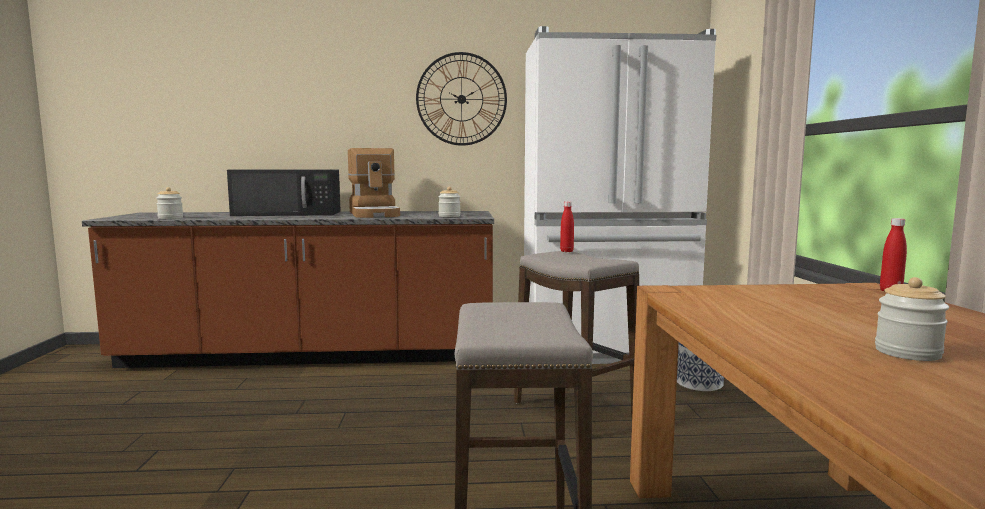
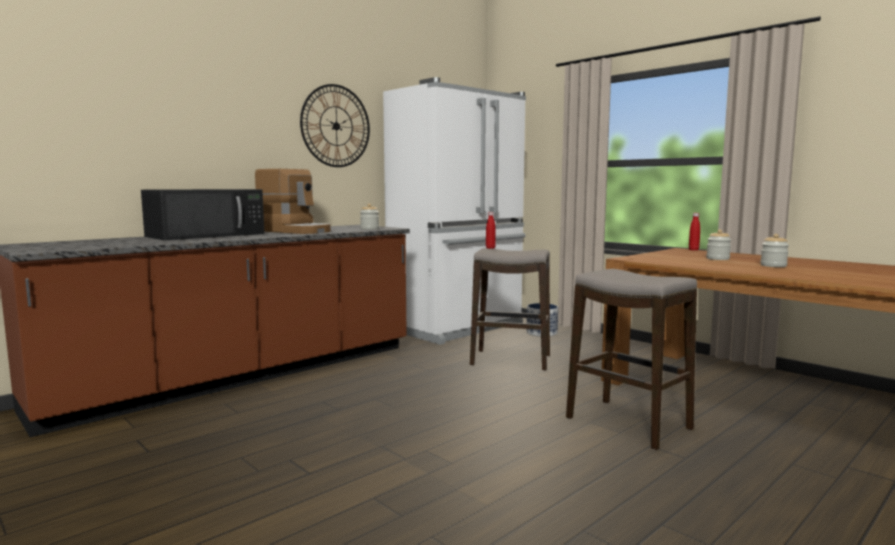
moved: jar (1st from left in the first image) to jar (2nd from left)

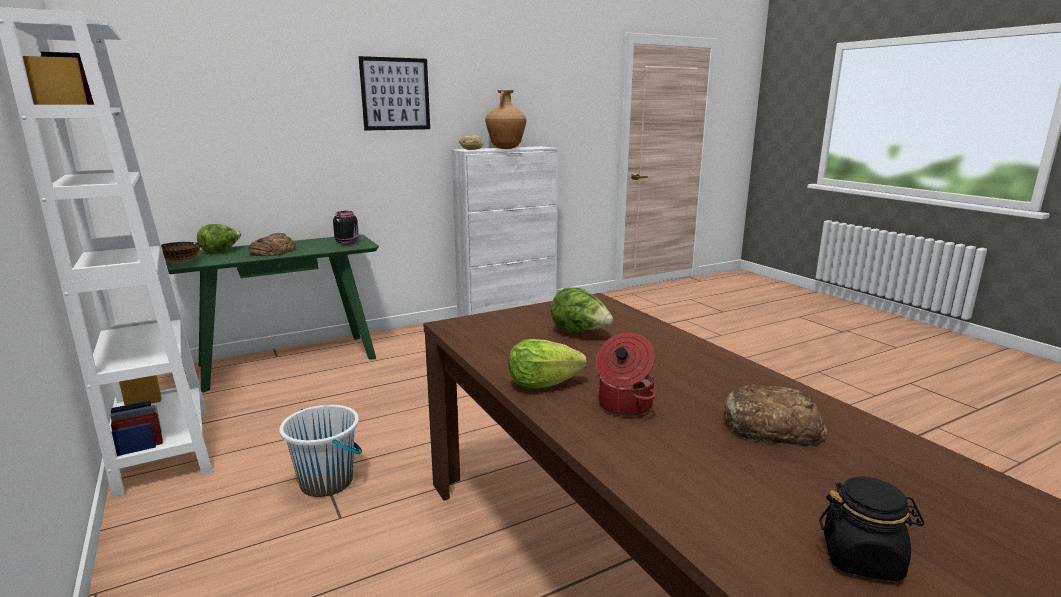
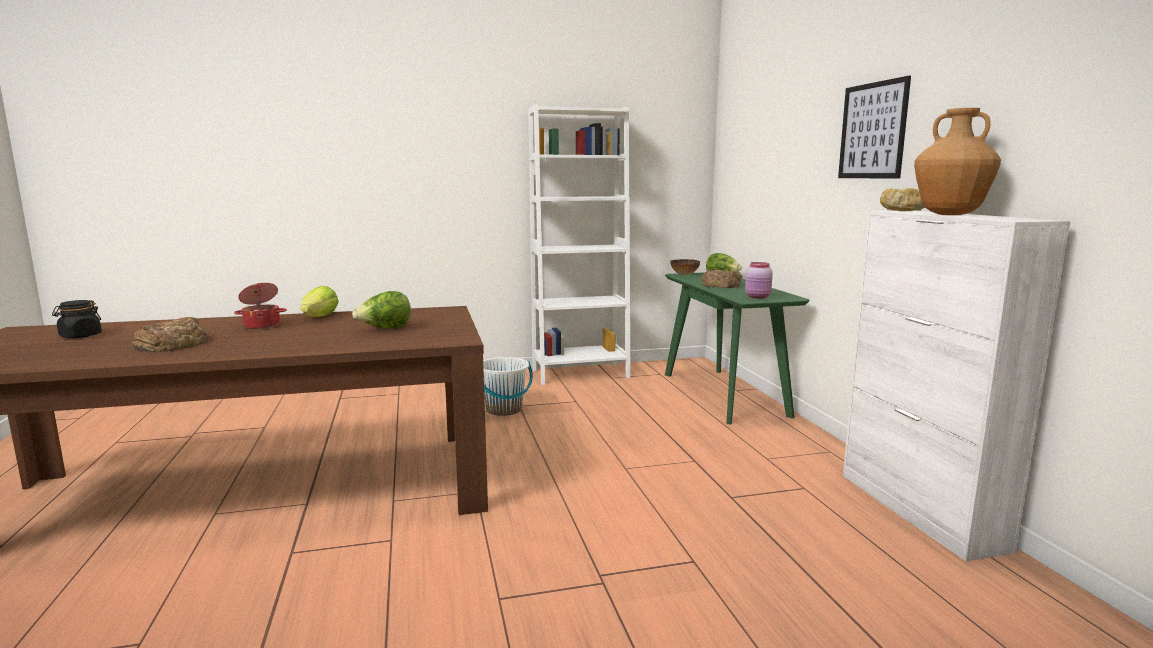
recoloured: jar (black) (1st from left) to jar (pink)

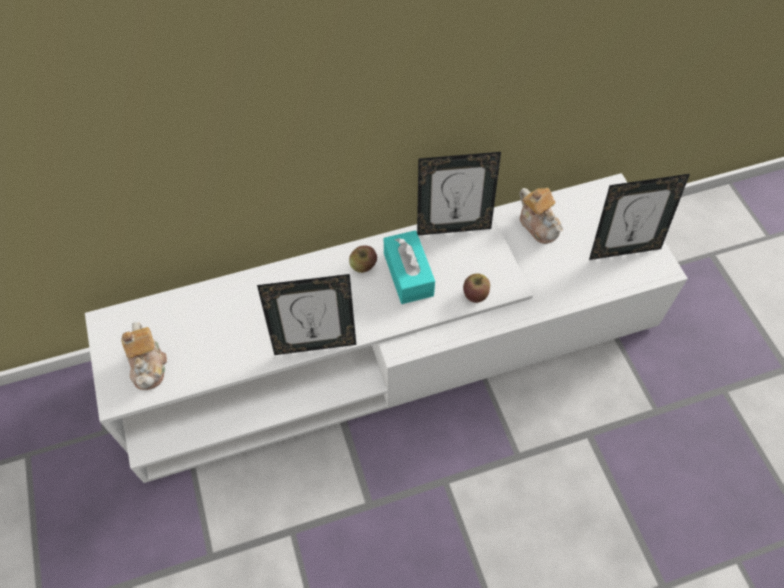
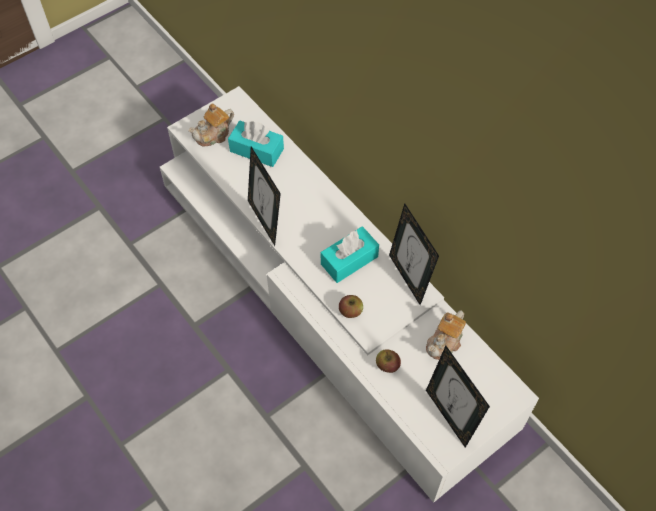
added: tissue box (turquoise) (1st from left)
moved: apple (1st from left in the first image) to apple (2nd from left)

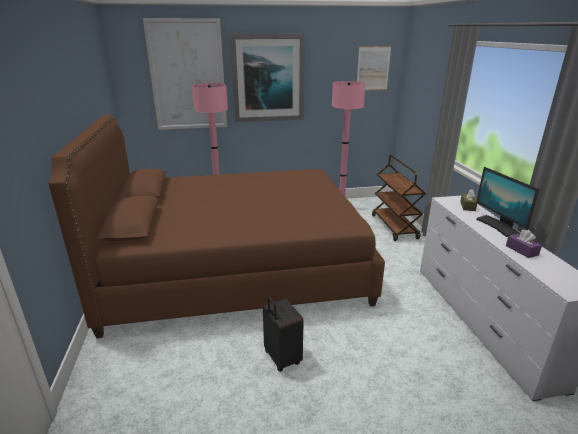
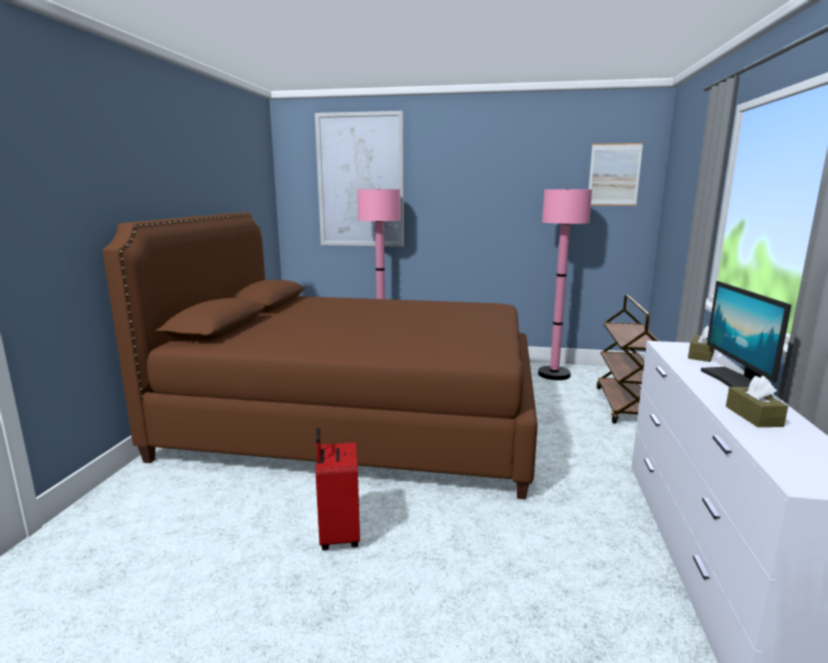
removed: picture (2nd from left)
recoloured: tissue box (purple) to tissue box (brown) (2nd from left); suitcase (black) to suitcase (red)

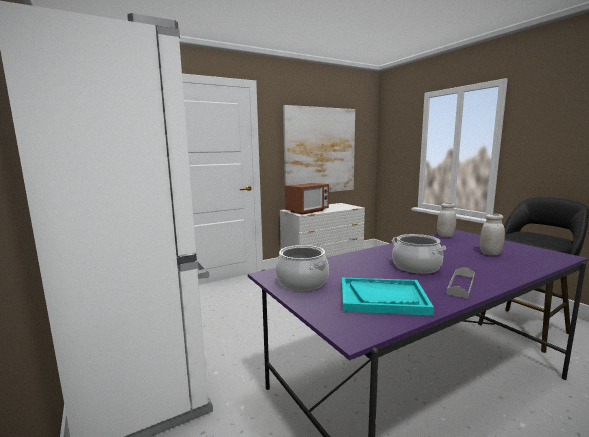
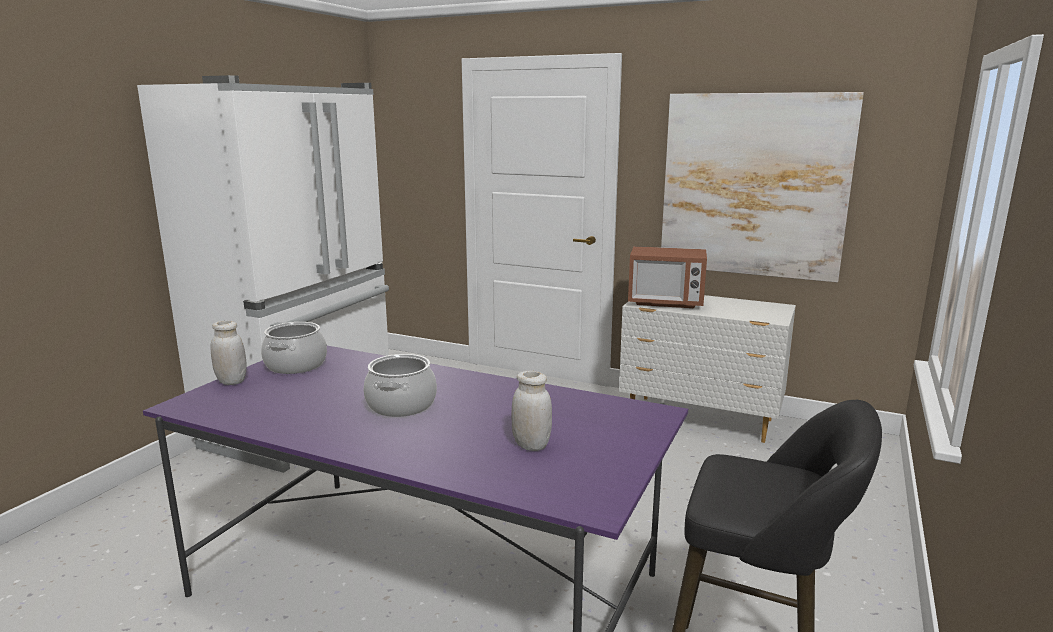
removed: tray (grey); tray (turquoise)
moved: jar (white) (1st from left)

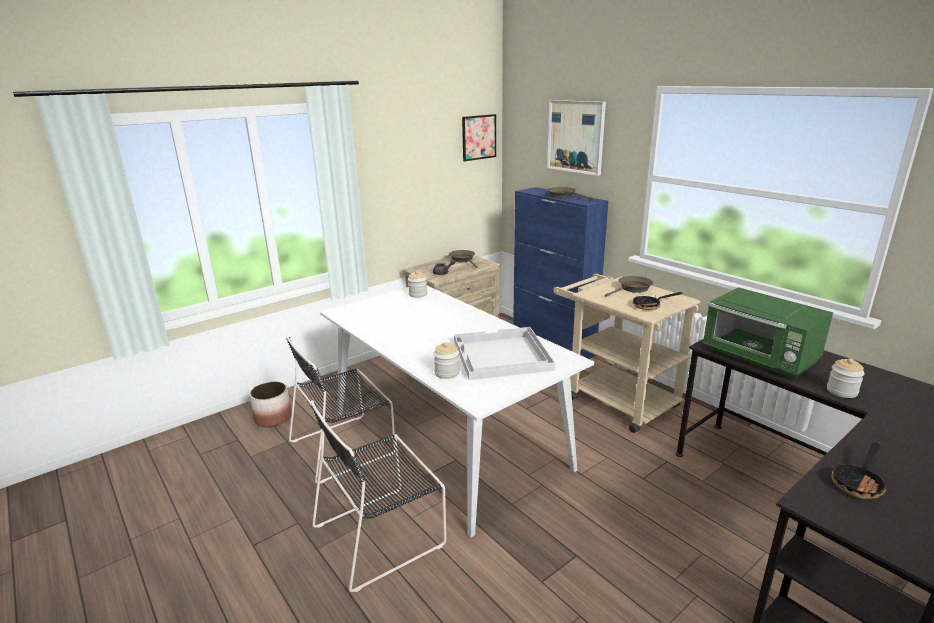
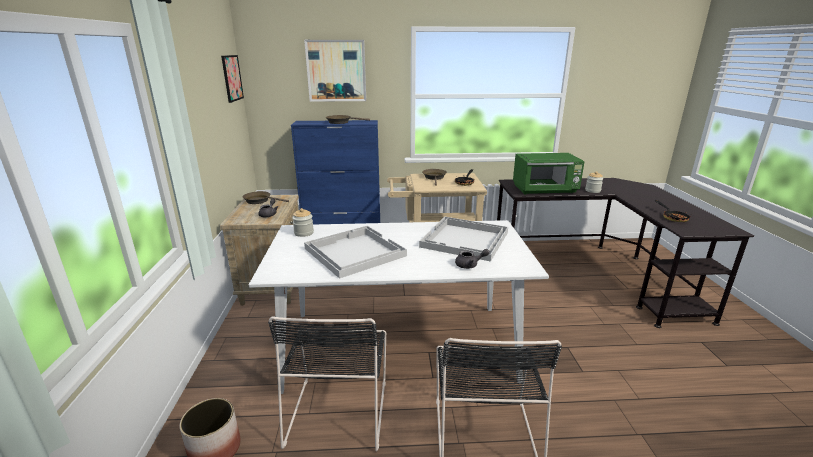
added: tray (white) (1st from left)
replaced: jar (2nd from left) to teapot (grey) (2nd from left)

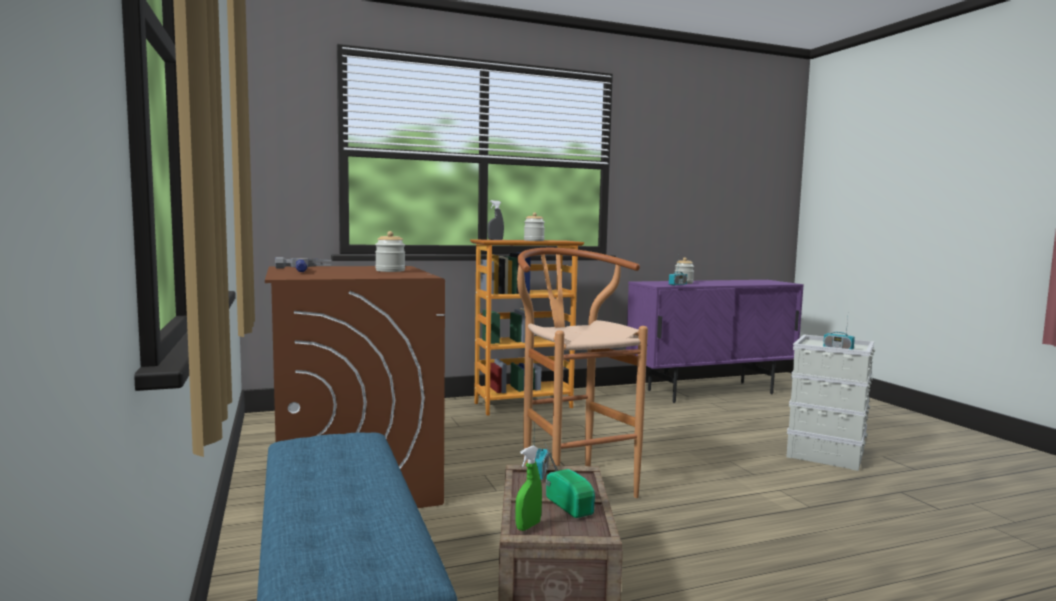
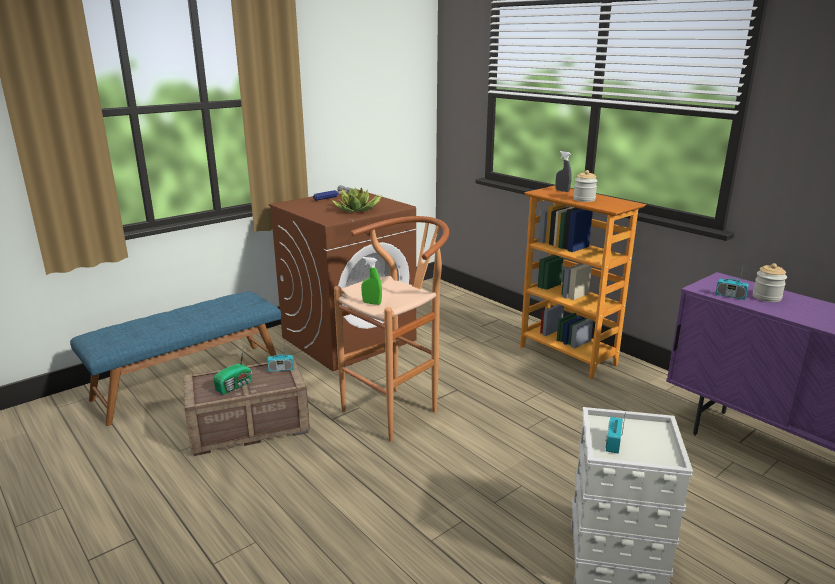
moved: spray bottle (green)
replaced: jar (1st from left) to potted plant

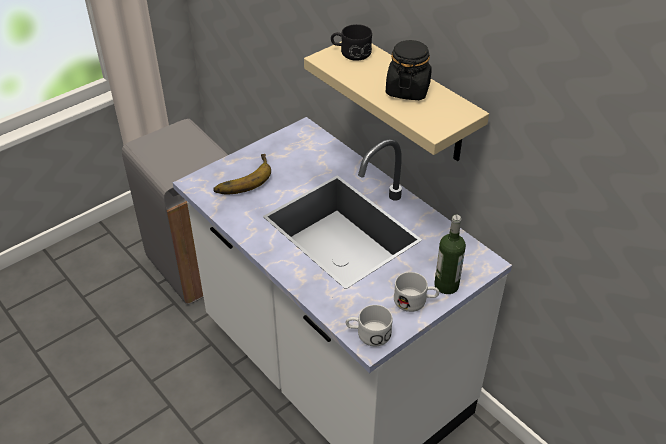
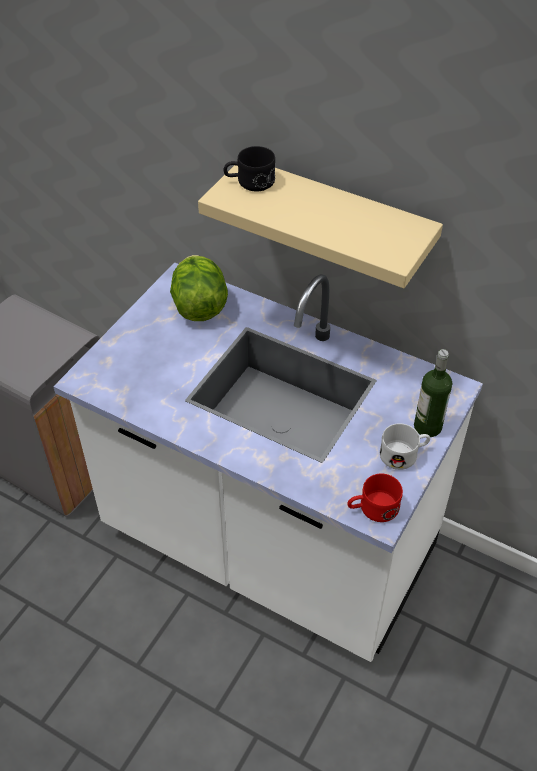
removed: jar (black); banana
added: lettuce
recoloured: mug (white) (1st from left) to mug (red)

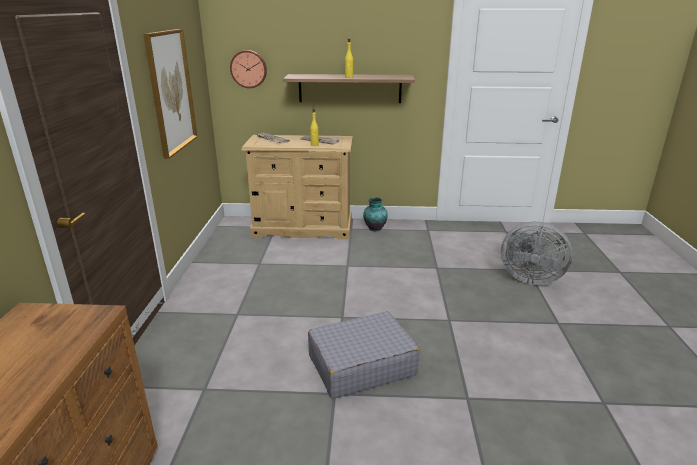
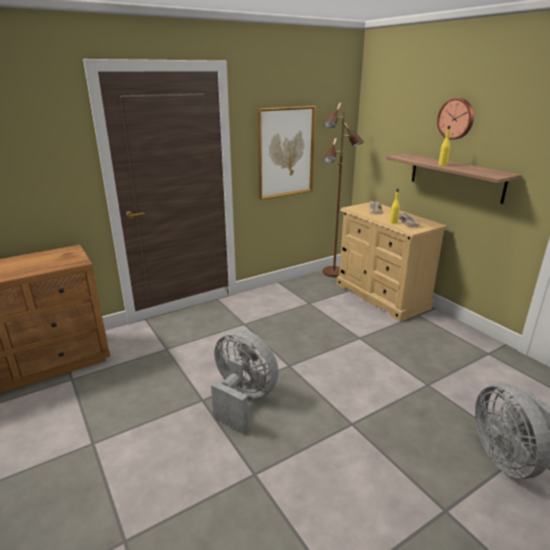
removed: vase
added: floor lamp (brown)
moved: wall clock
replaced: suitcase (grey) to fan (grey) (1st from left)

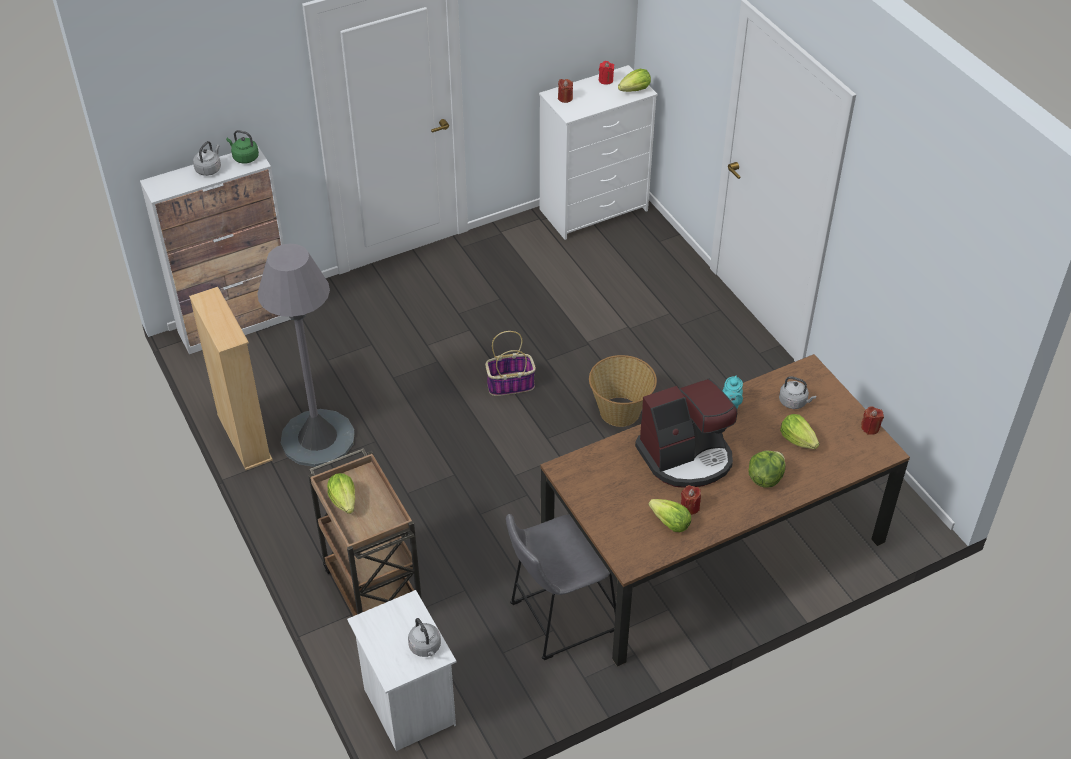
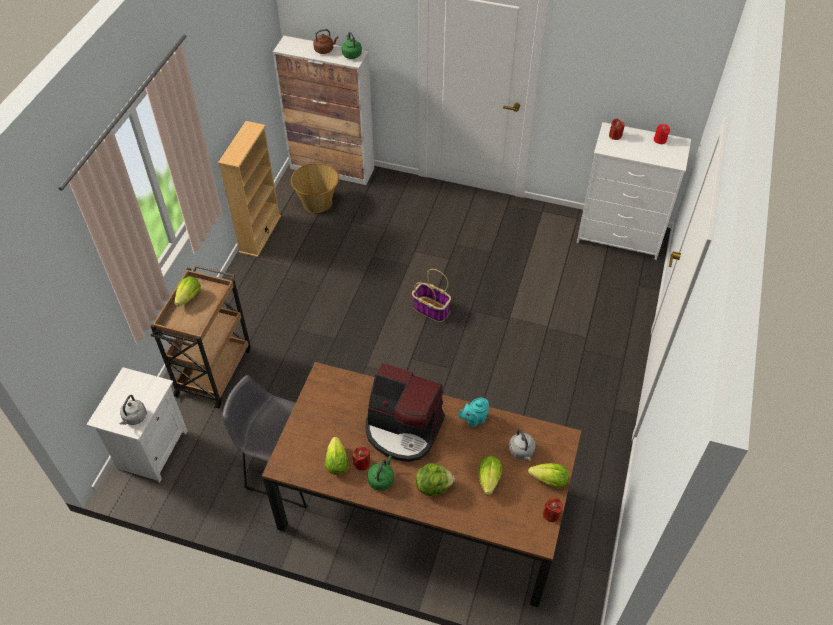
removed: floor lamp (grey)
added: kettle (green) (2nd from left)
moved: lettuce (2nd from left in the first image) to lettuce (5th from left); basket (2nd from left in the first image) to basket (1st from left)
recoloured: kettle (grey) (1st from left) to kettle (brown)

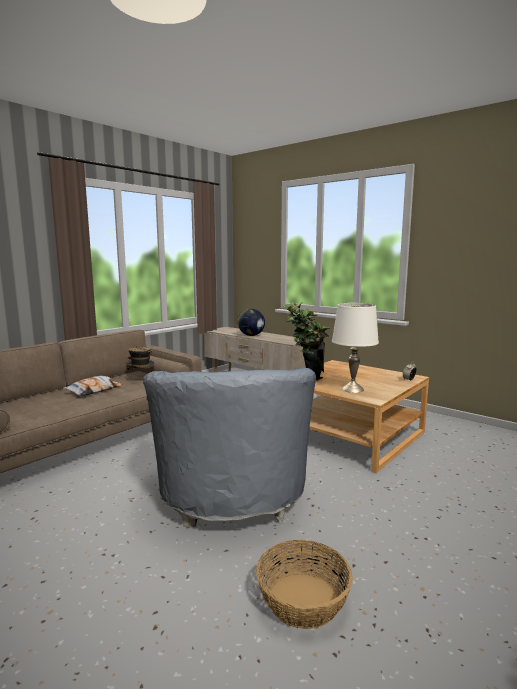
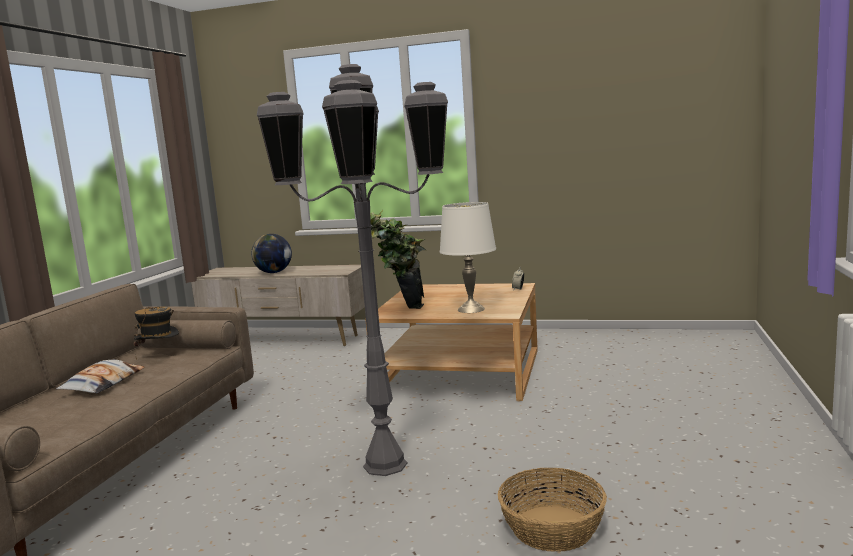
replaced: armchair (pink) to floor lamp (grey)

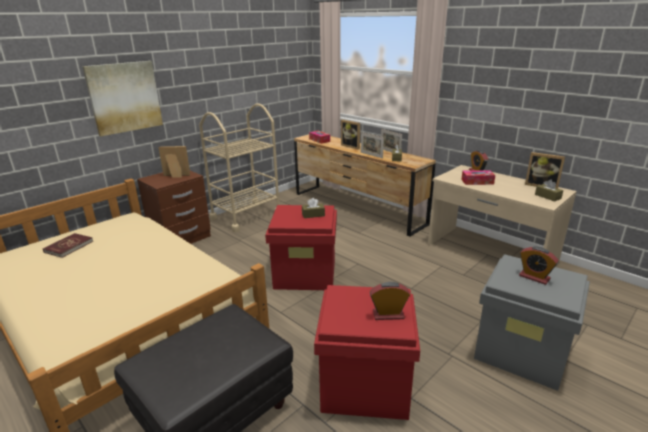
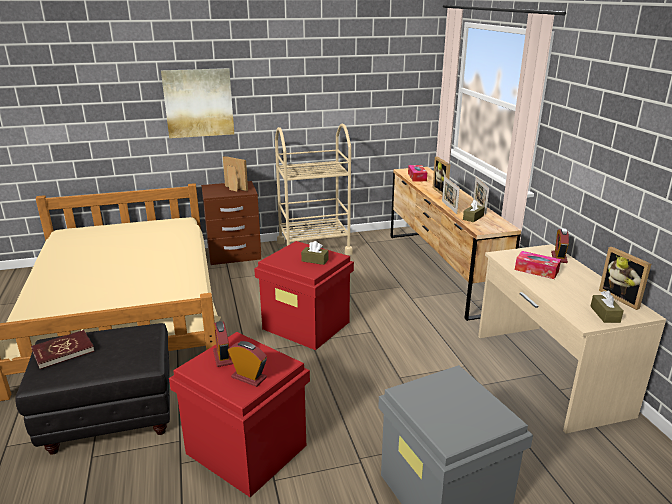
moved: book (red); alarm clock (3rd from left in the first image) to alarm clock (1st from left)

